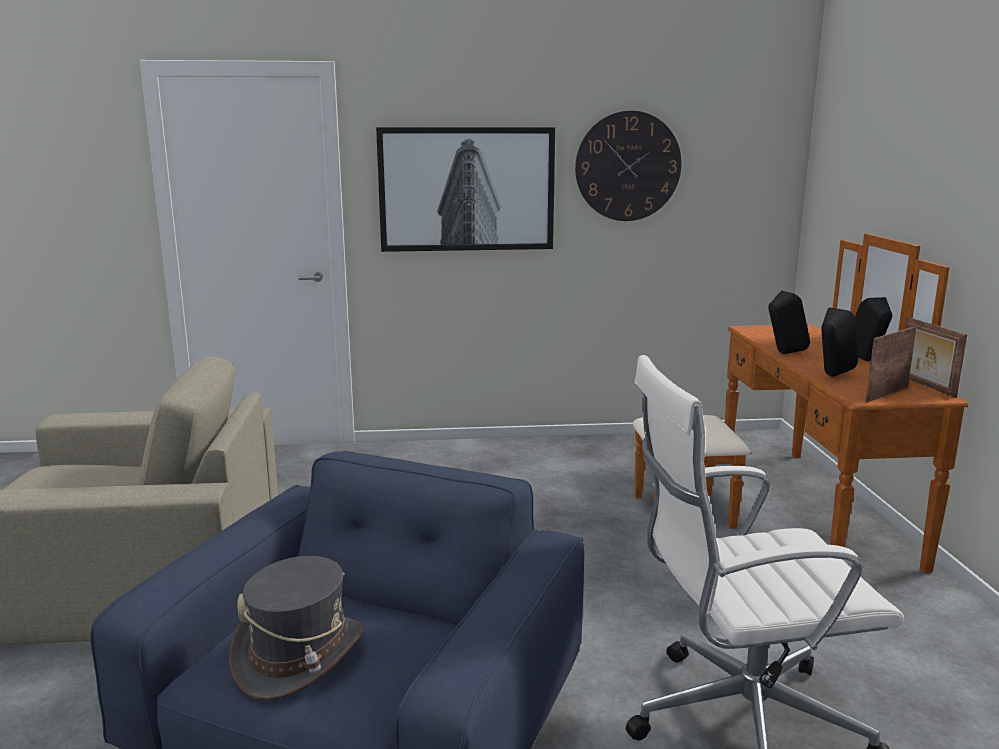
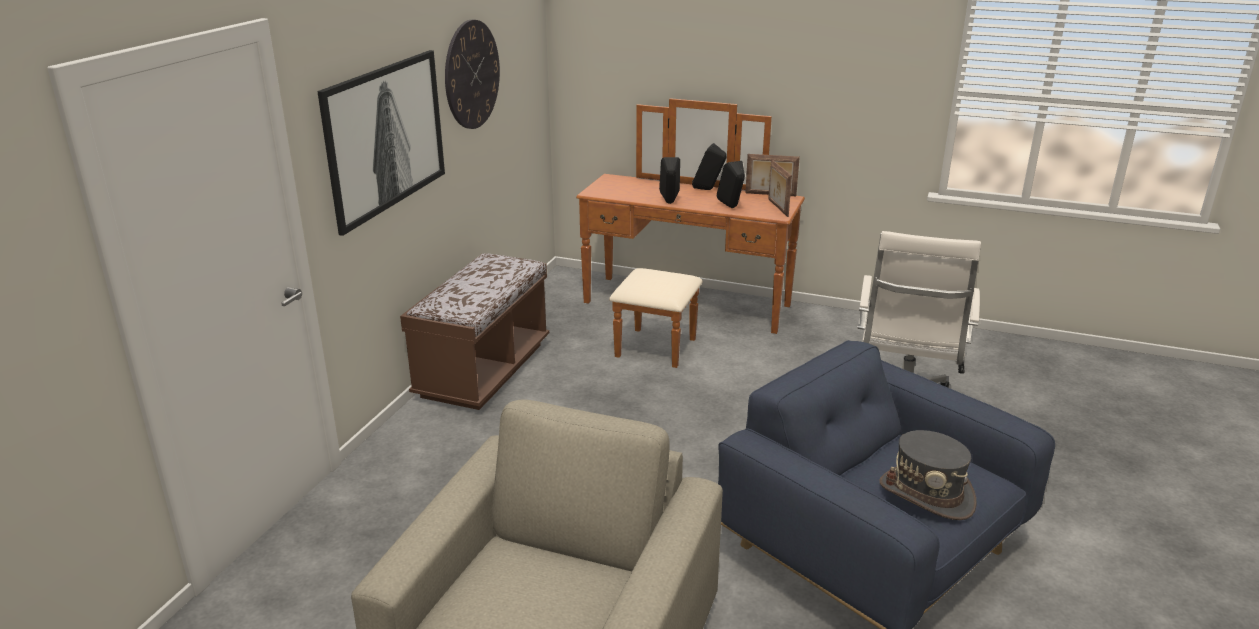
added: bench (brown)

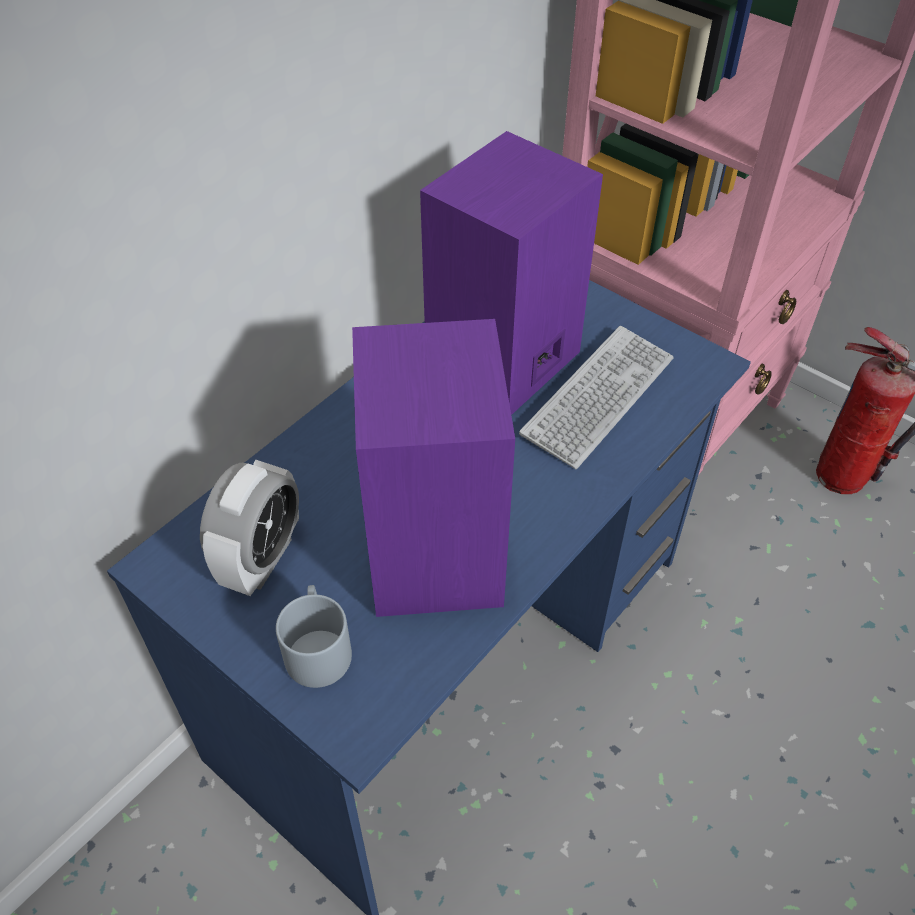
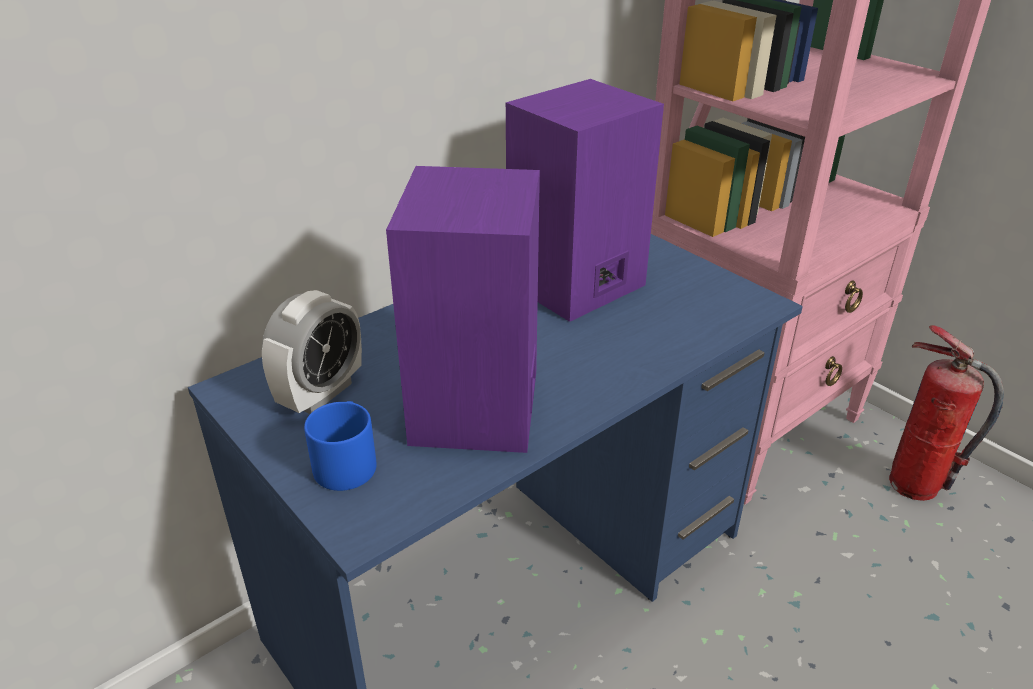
removed: keyboard
recoloured: mug (grey) to mug (blue)

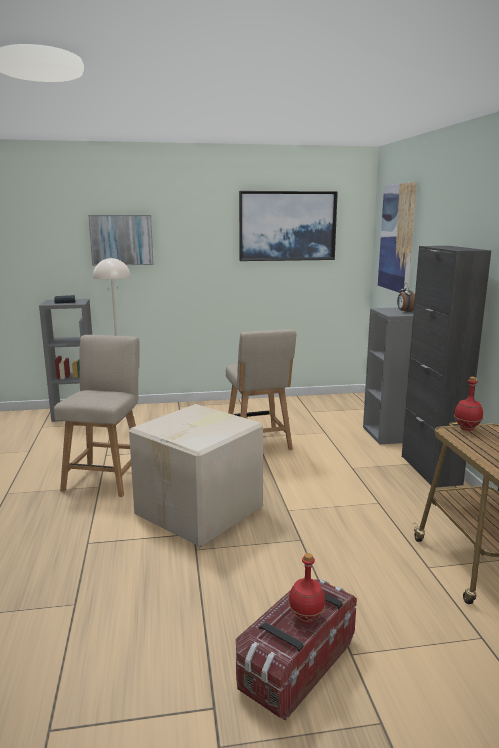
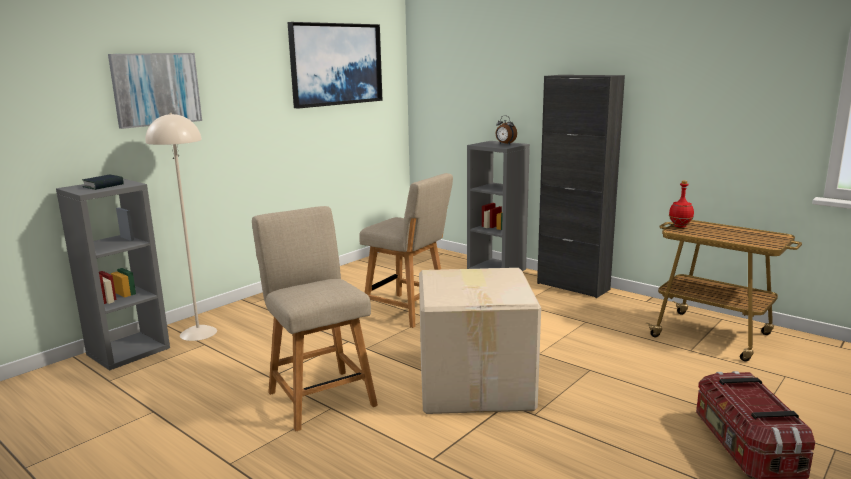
removed: picture (3rd from left); bottle (red) (1st from left)

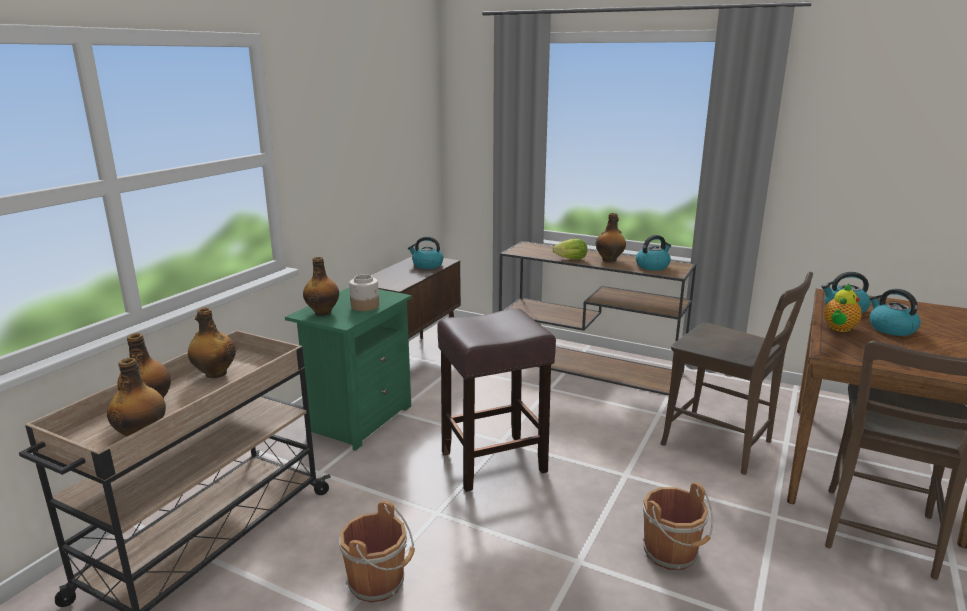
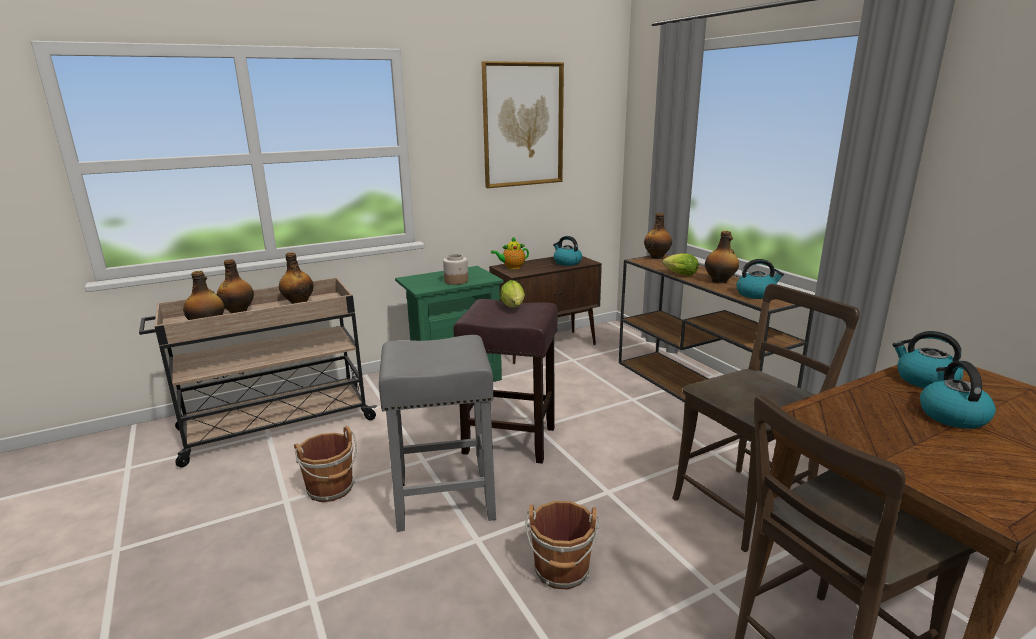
added: picture; lettuce (1st from left); stool (grey)
moved: bottle (4th from left); teapot
turned: chair (brown) (1st from left) 105 degrees counterclockwise

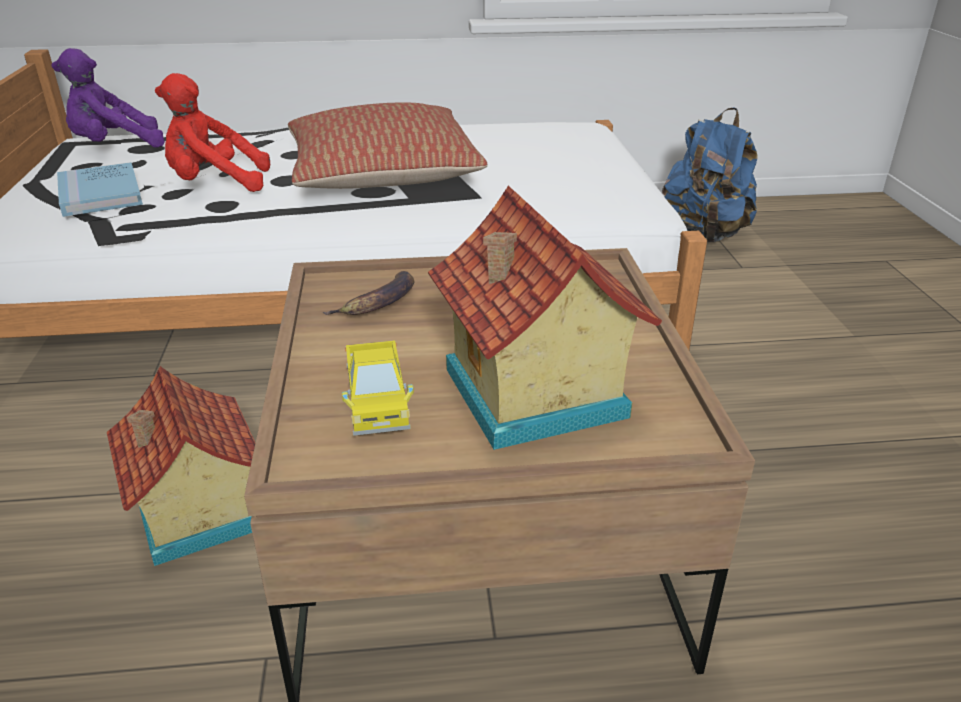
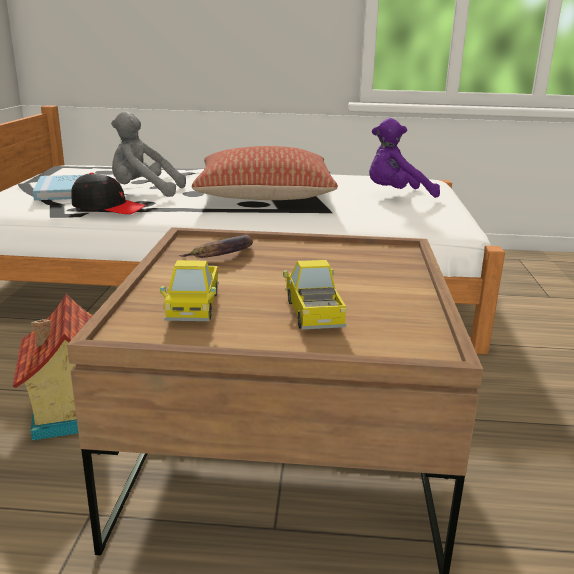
removed: backpack (blue)
added: cap (black)
moved: plush toy (purple)
replaced: toy house (2nd from left) to toy truck (2nd from left)
recoloured: plush toy (red) to plush toy (grey)

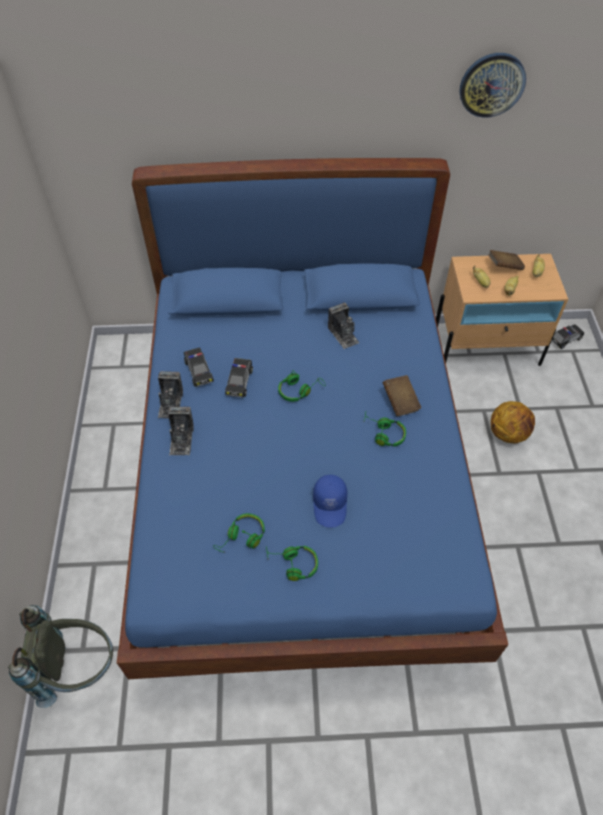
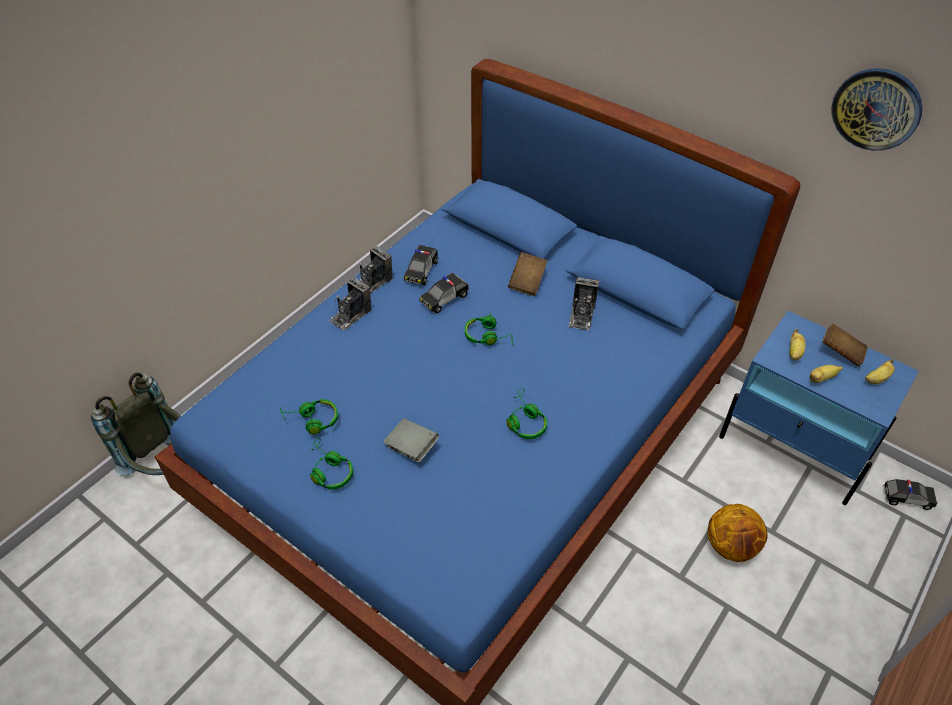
moved: book (brown) (1st from left)
replaced: cap (blue) to book (grey)
recoloured: nightstand (beige) to nightstand (blue)

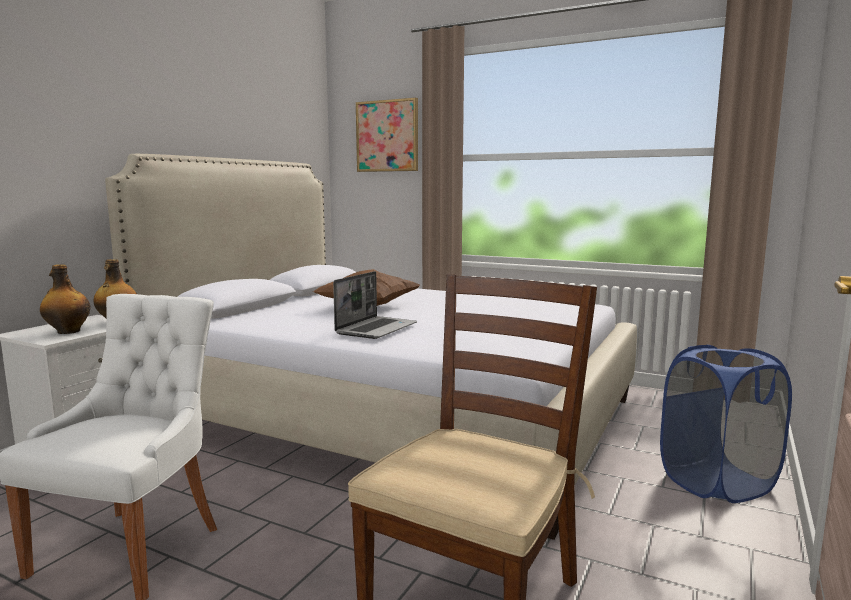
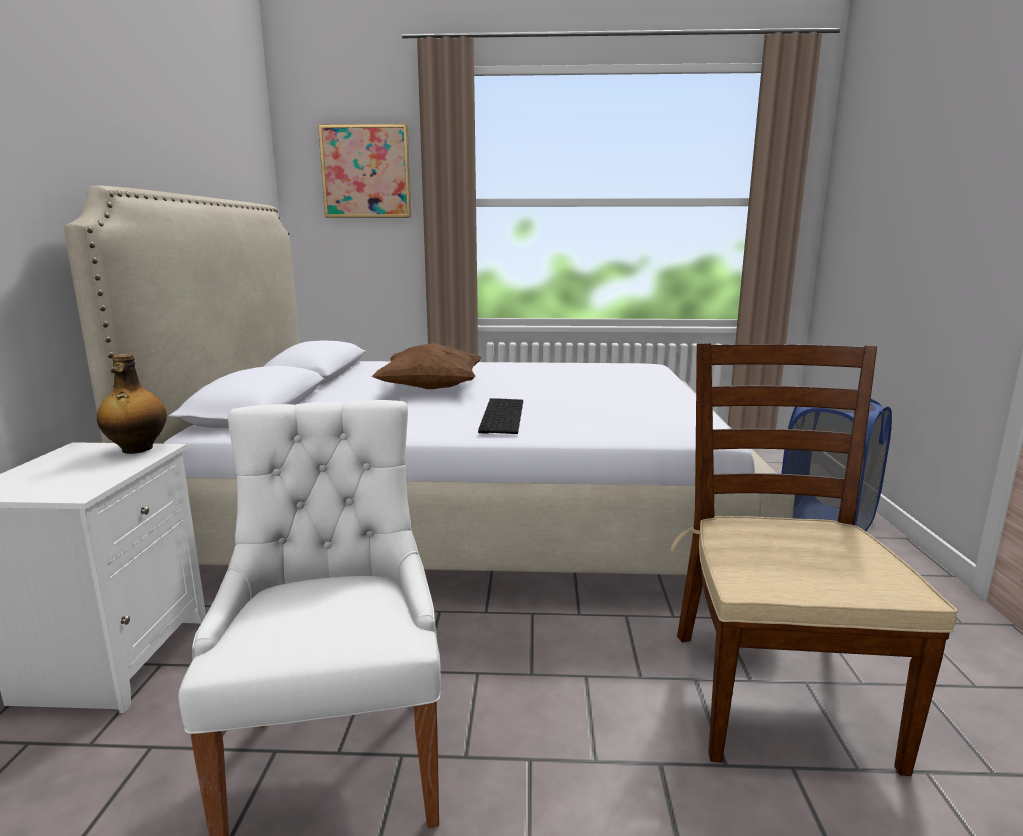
removed: bottle (1st from left)
replaced: laptop to keyboard

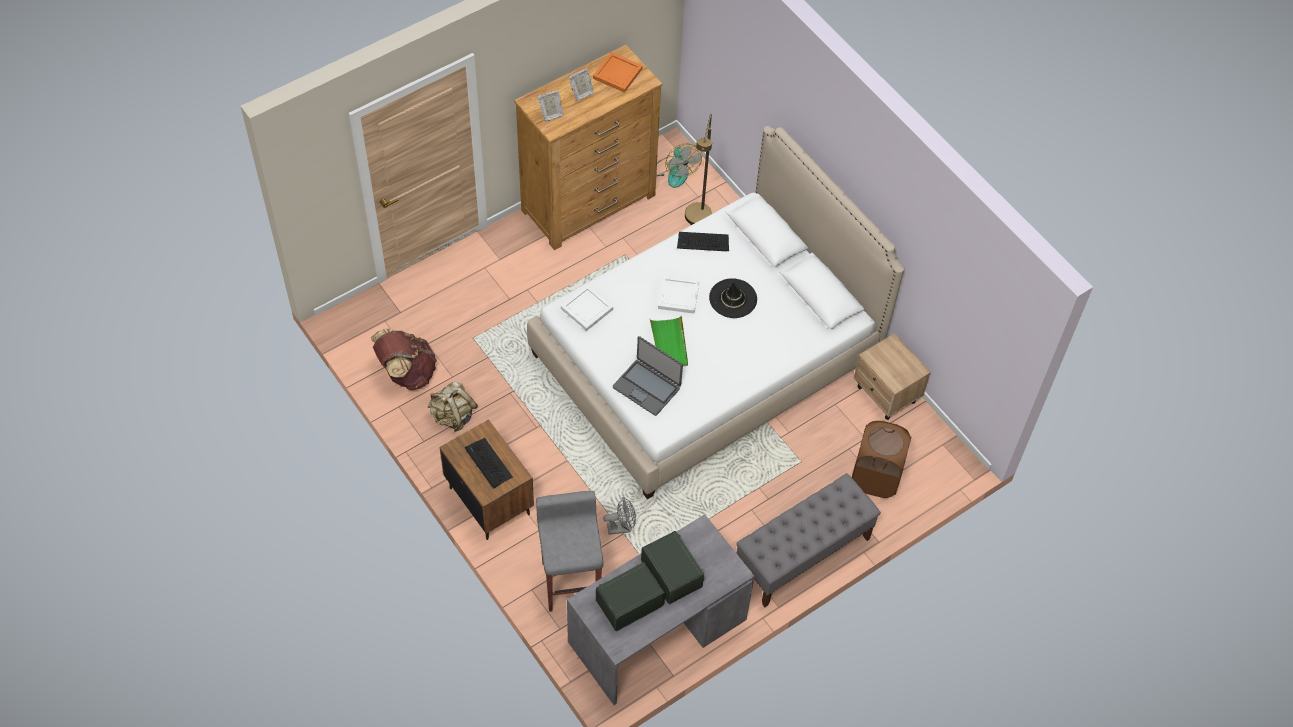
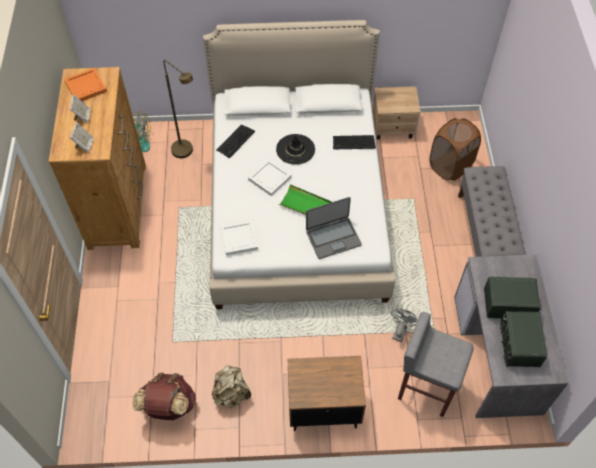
moved: keyboard (1st from left in the first image) to keyboard (2nd from left)

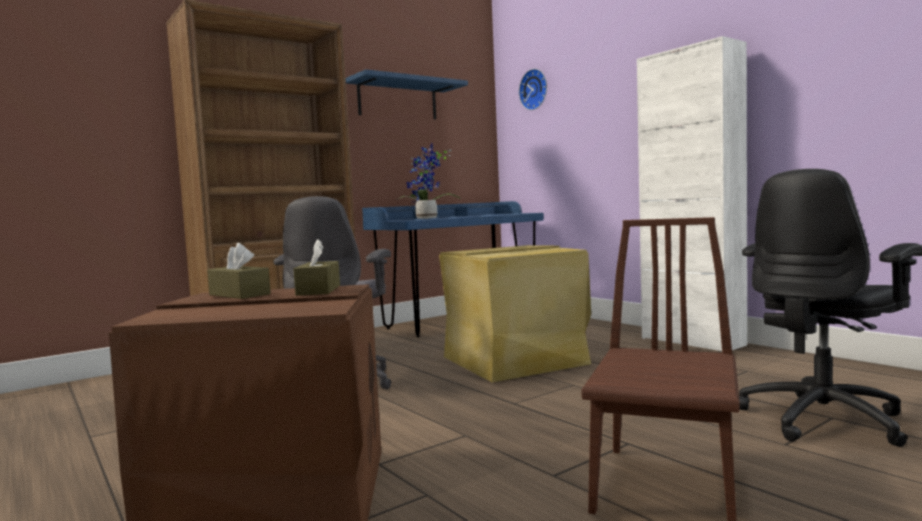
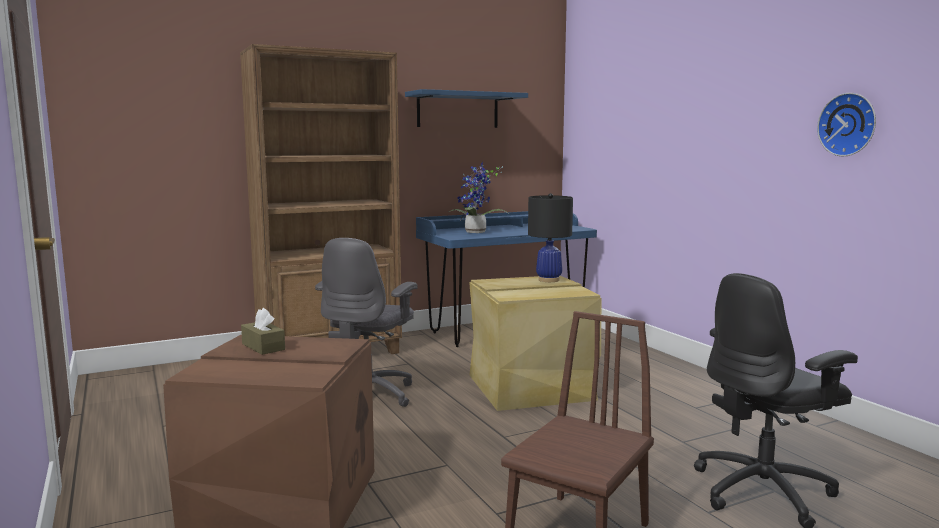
removed: cabinet (white); tissue box (brown) (2nd from left)
added: table lamp (black)
moved: wall clock

